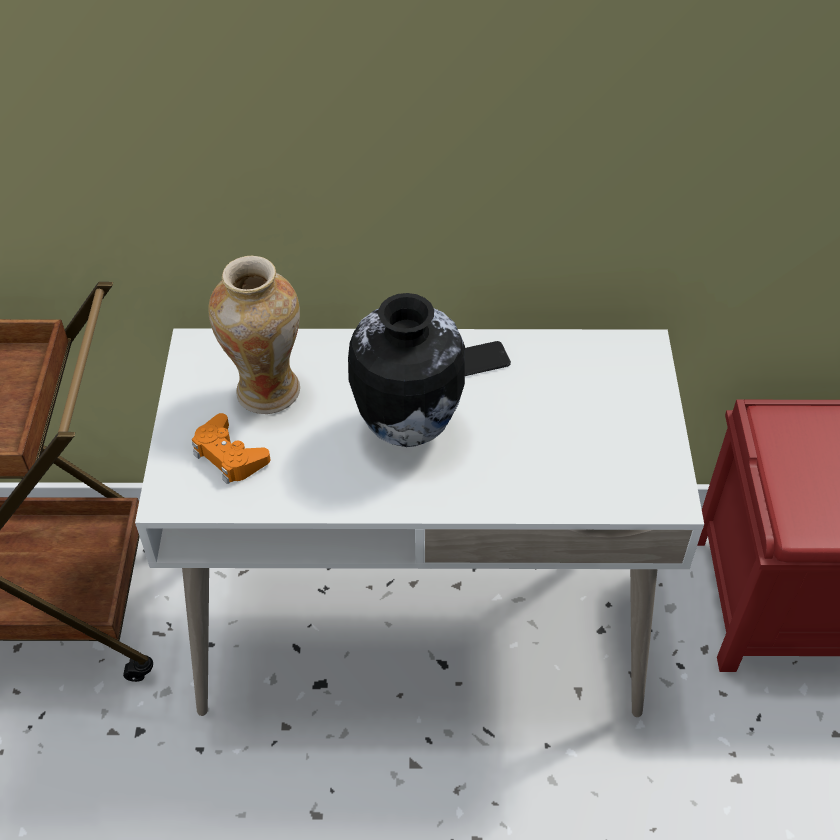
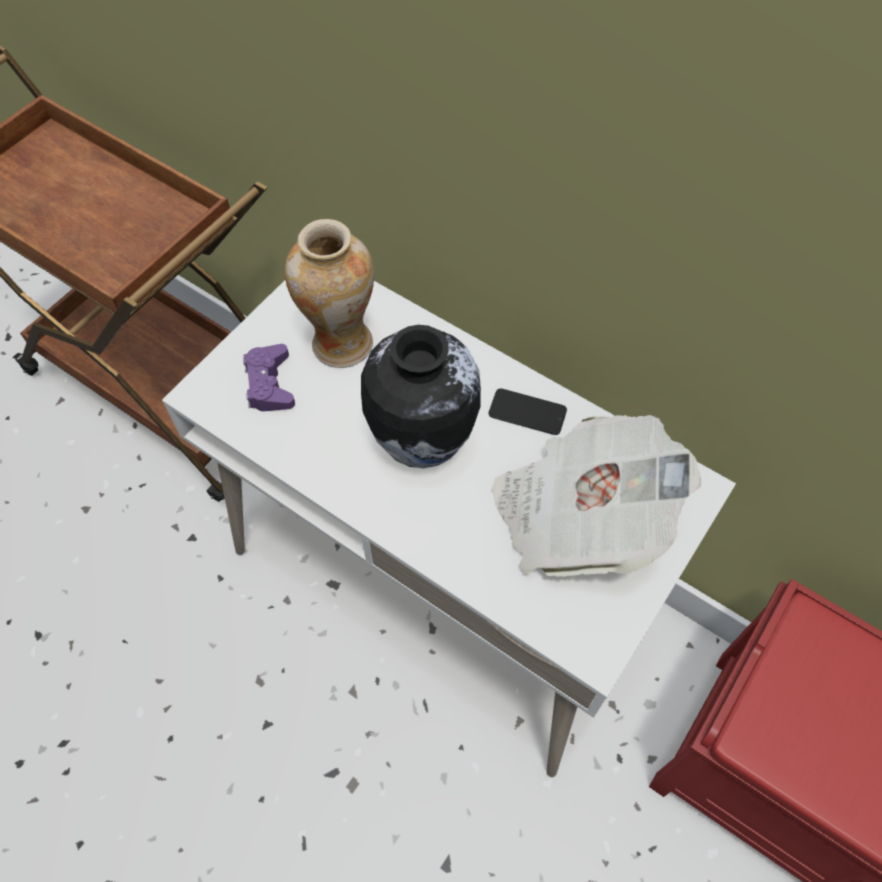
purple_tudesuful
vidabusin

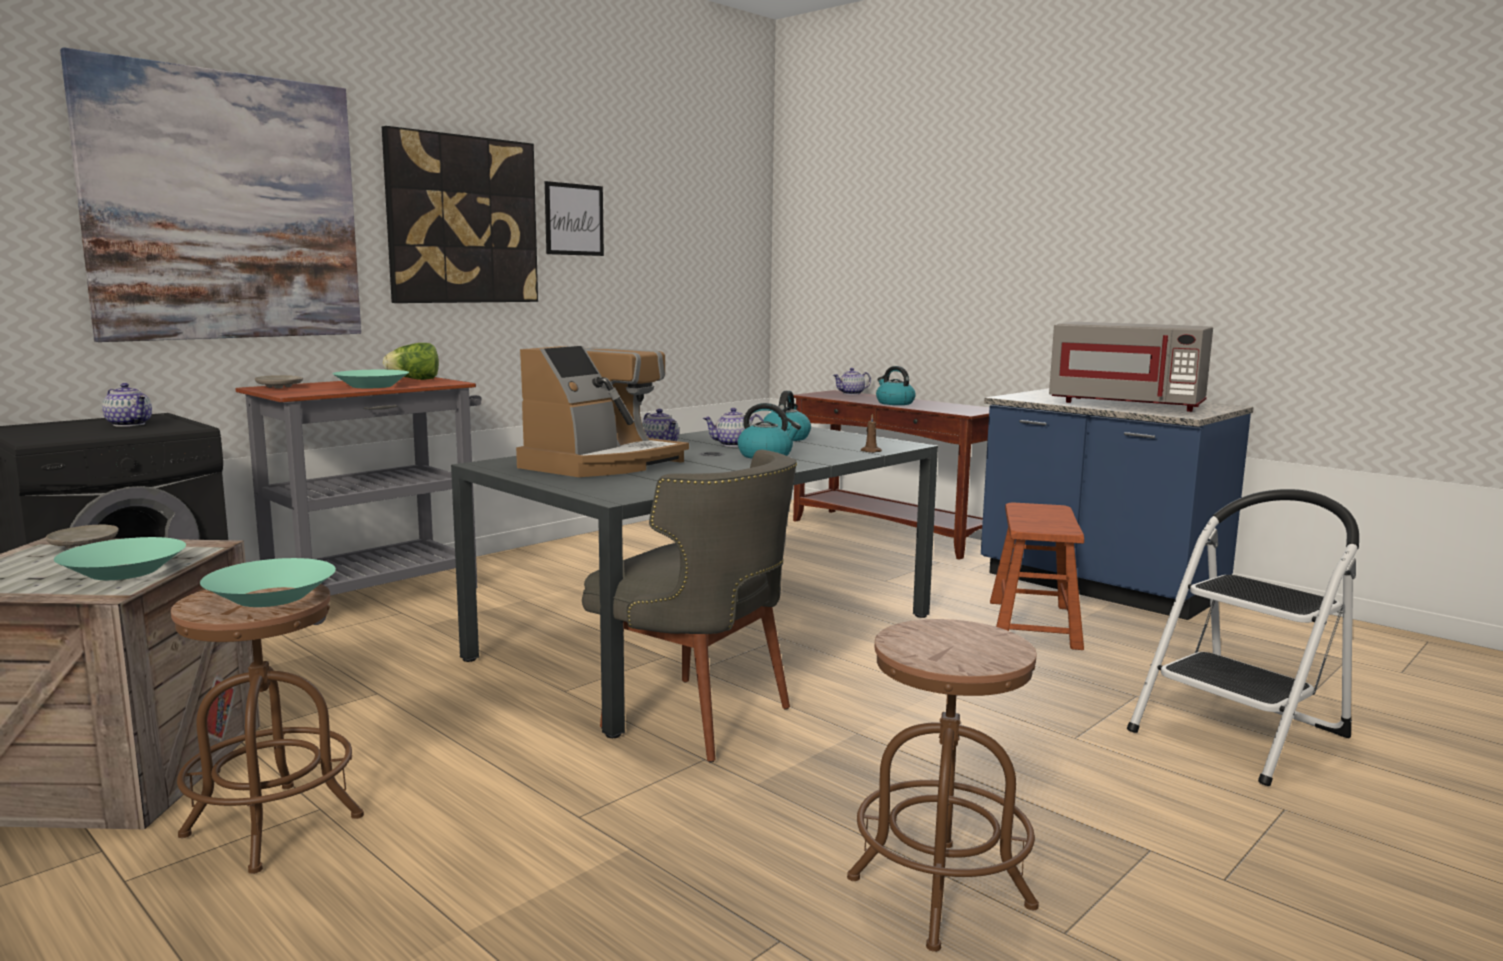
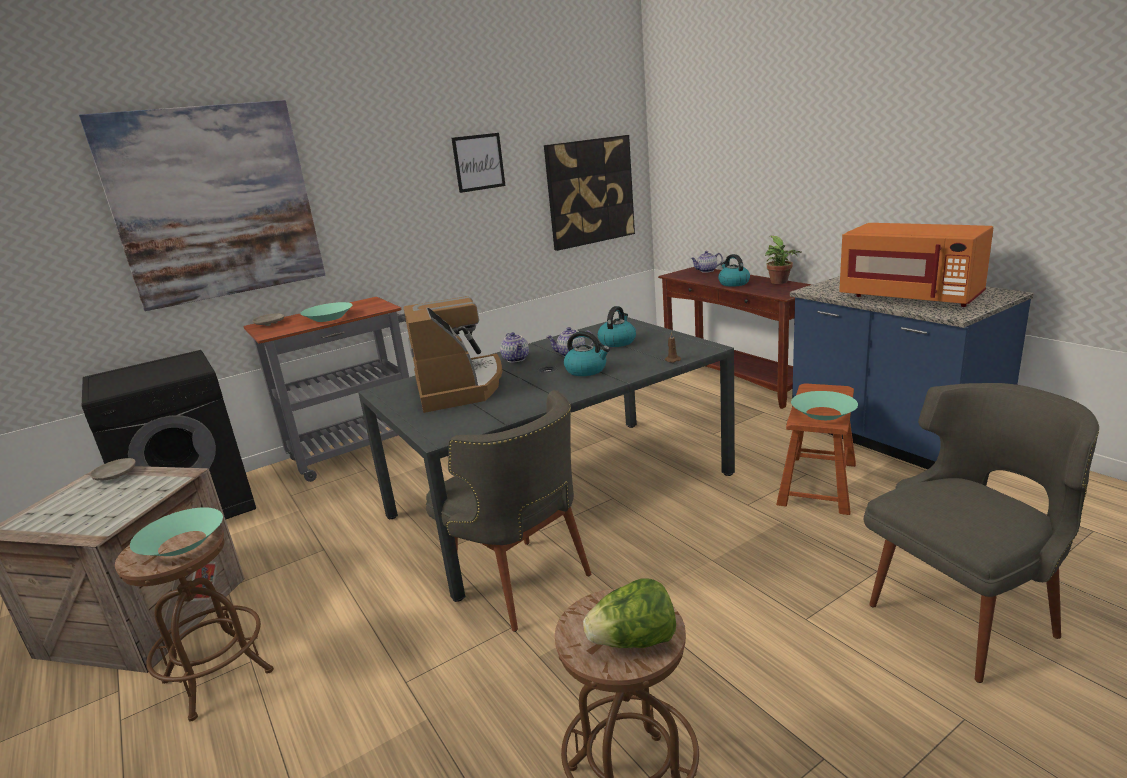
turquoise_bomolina (3rd from left)
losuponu (1st from left in the first image)
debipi (3rd from left)
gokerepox
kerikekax
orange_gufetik
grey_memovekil (2nd from left)
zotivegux

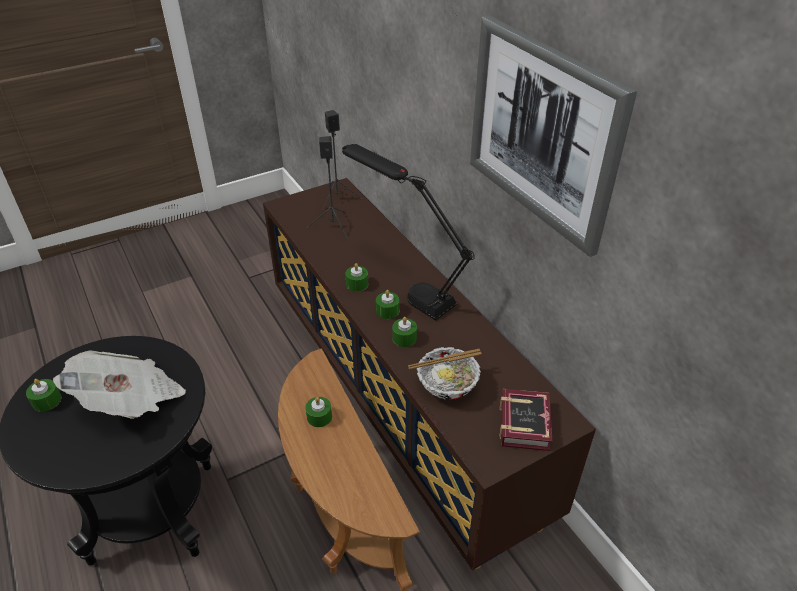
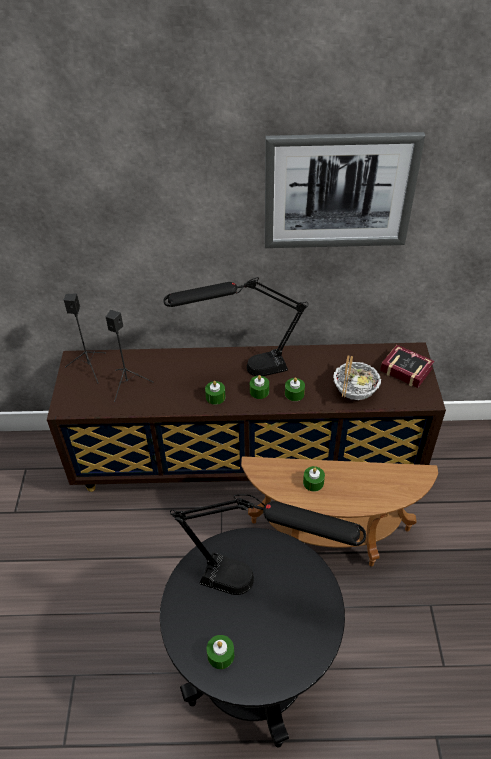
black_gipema (2nd from left)

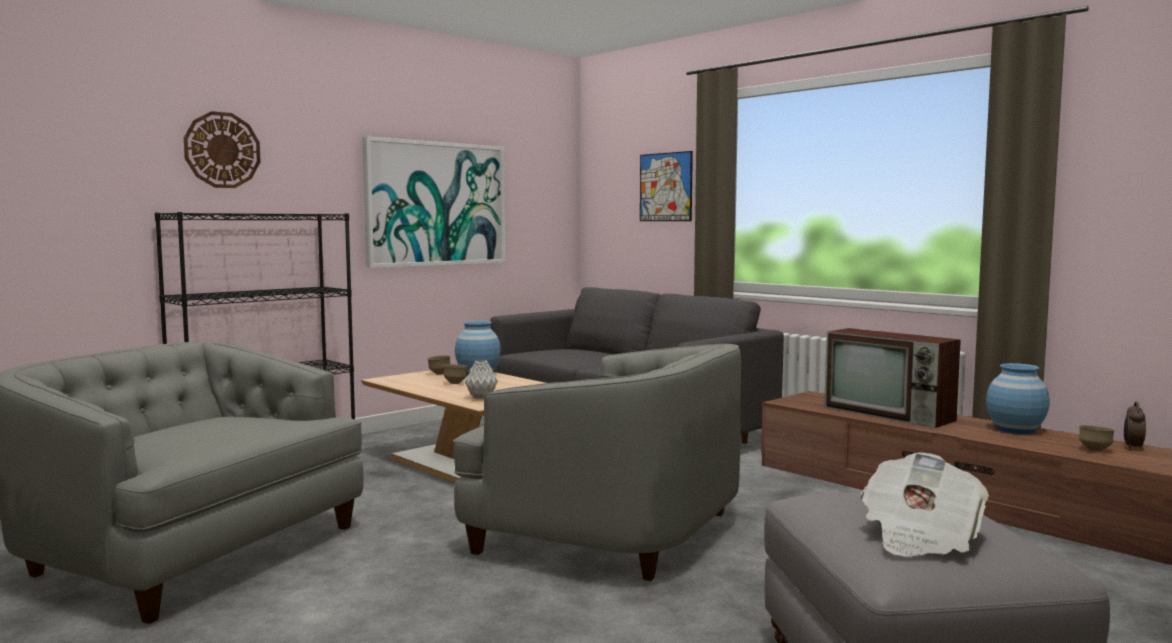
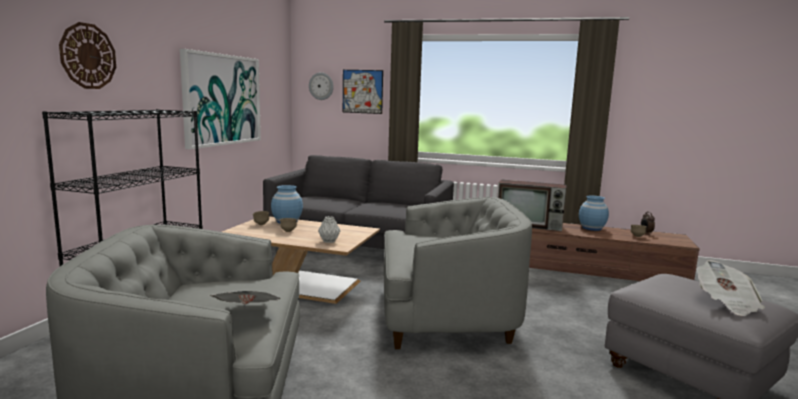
vidabusin (1st from left)
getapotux (2nd from left)

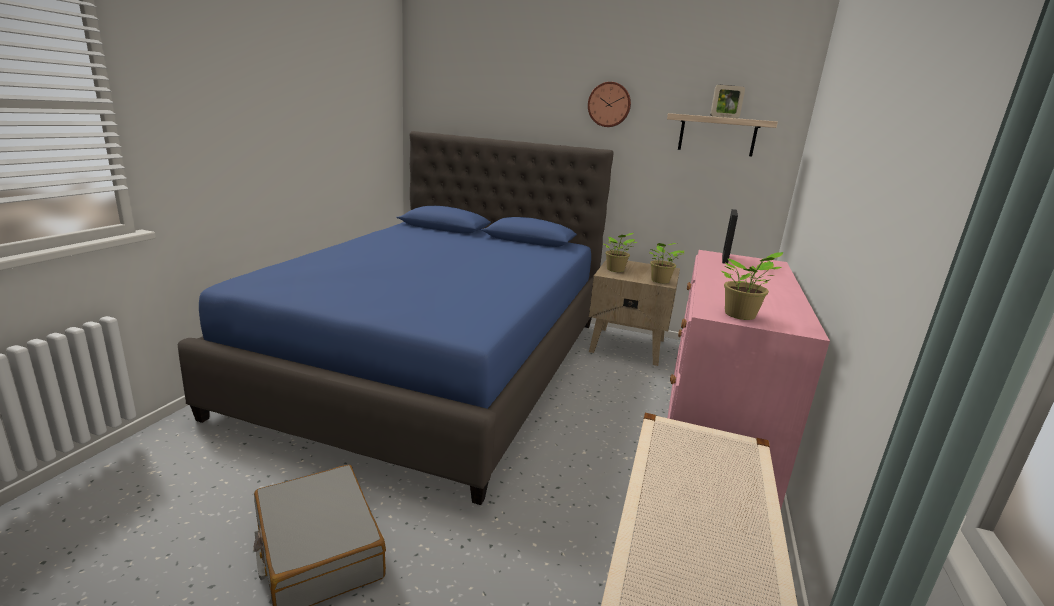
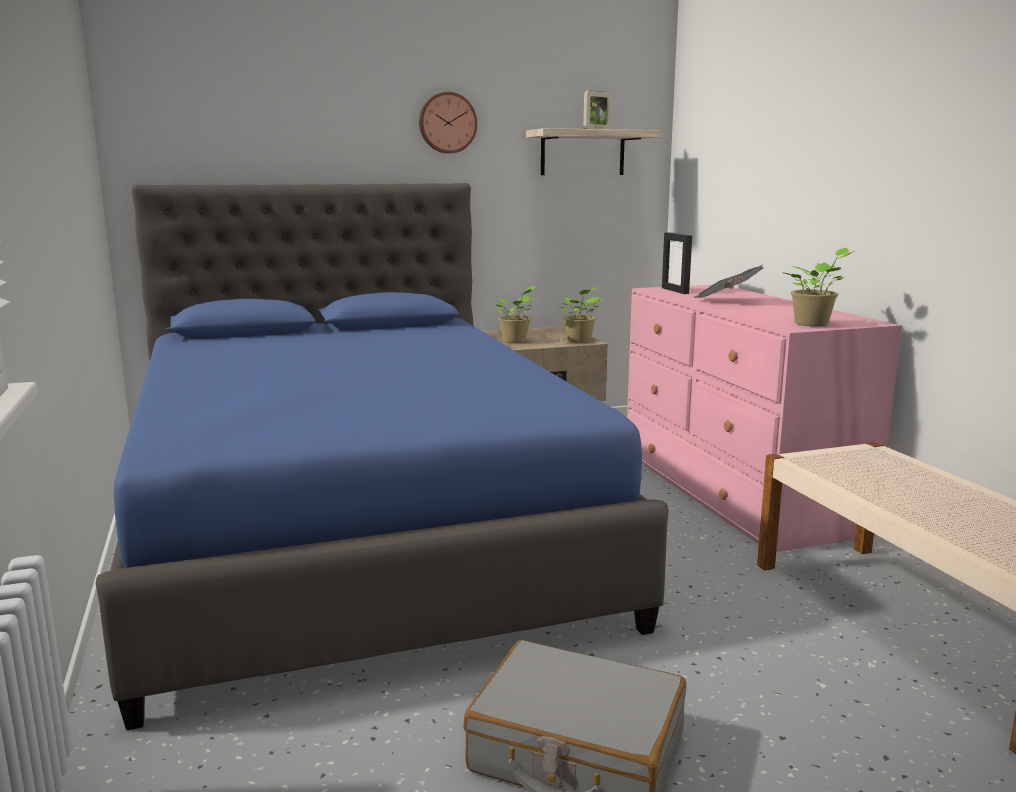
vidabusin

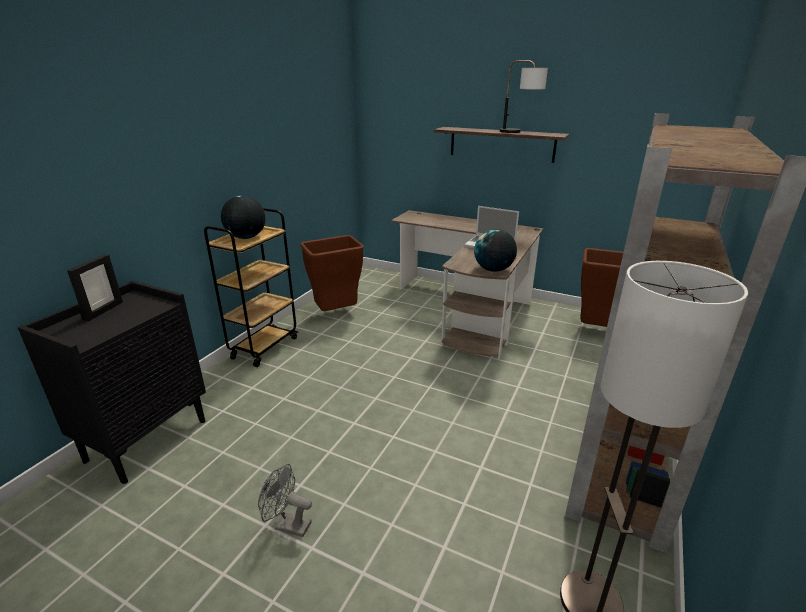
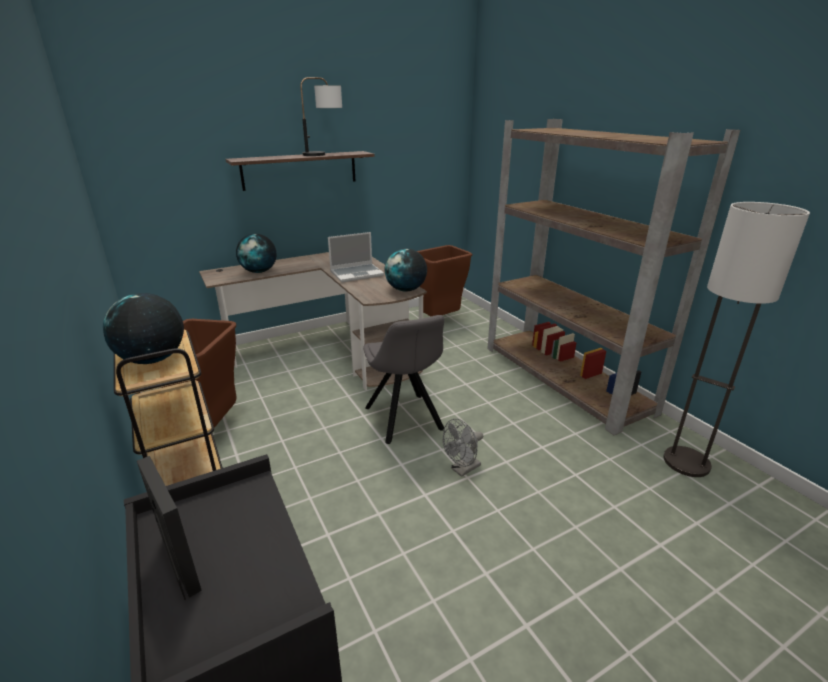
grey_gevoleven
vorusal (2nd from left)
grey_memovekil

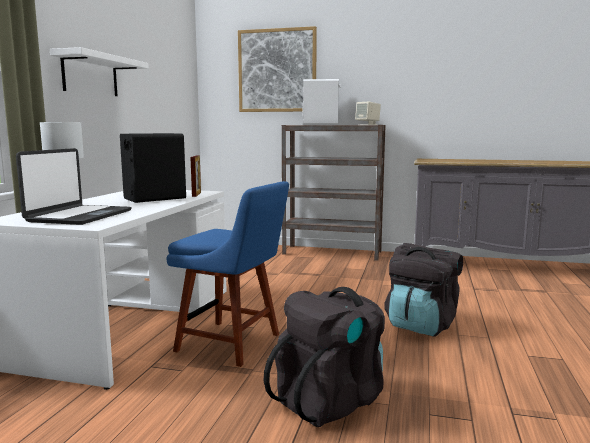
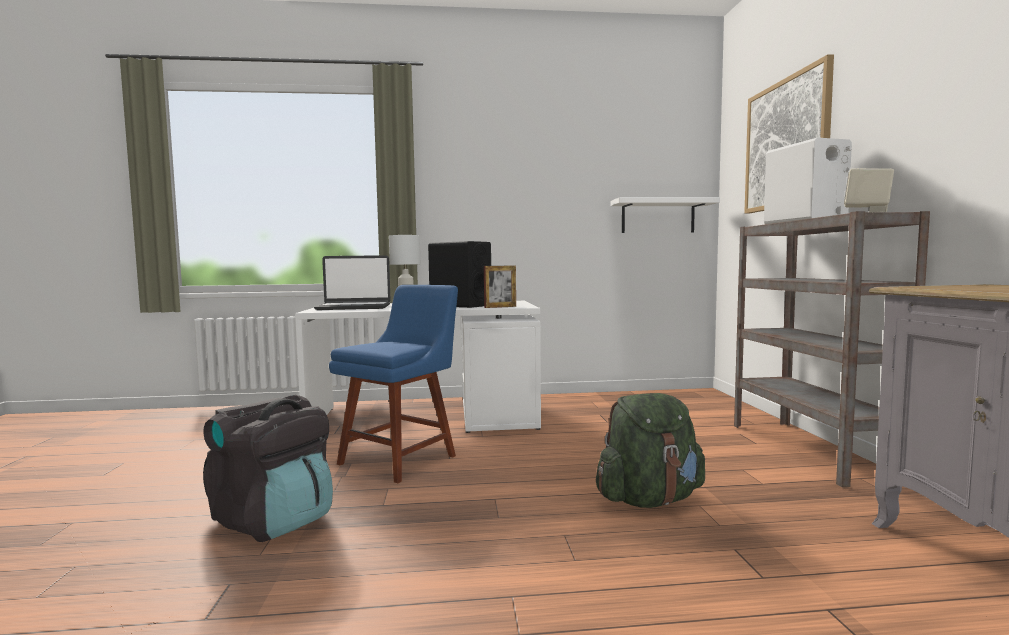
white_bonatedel
blue_memovekil
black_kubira (2nd from left in the first image)
green_kubira

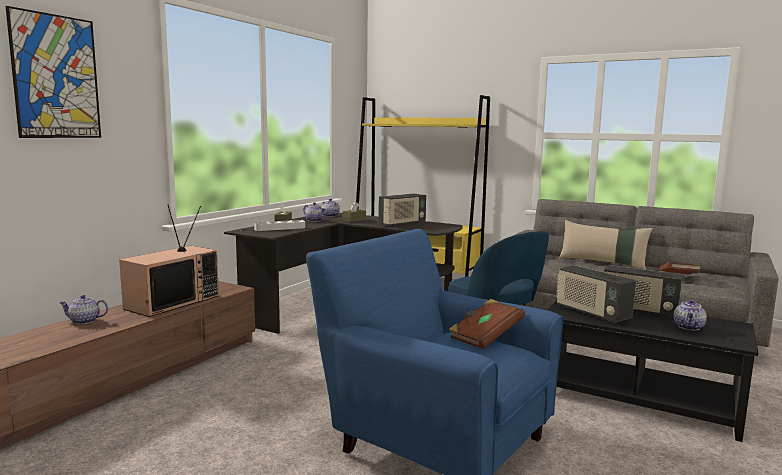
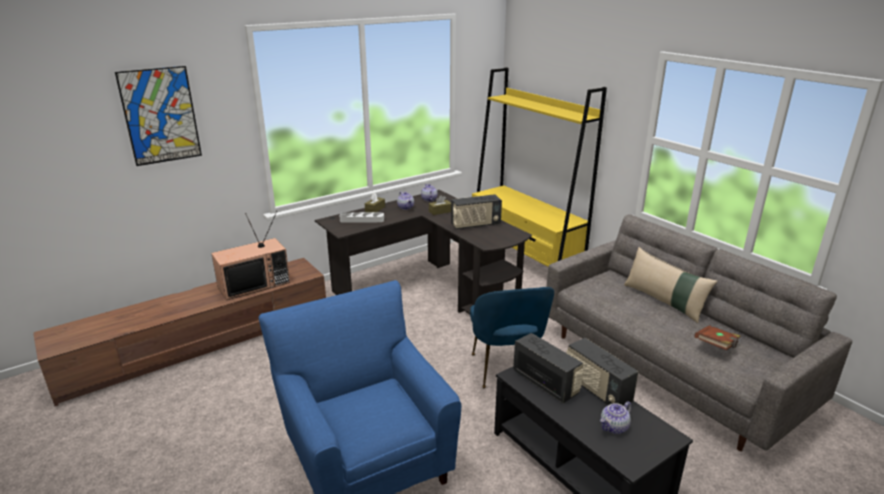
losuponu (1st from left in the first image)
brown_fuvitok (1st from left in the first image)
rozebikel (2nd from left)

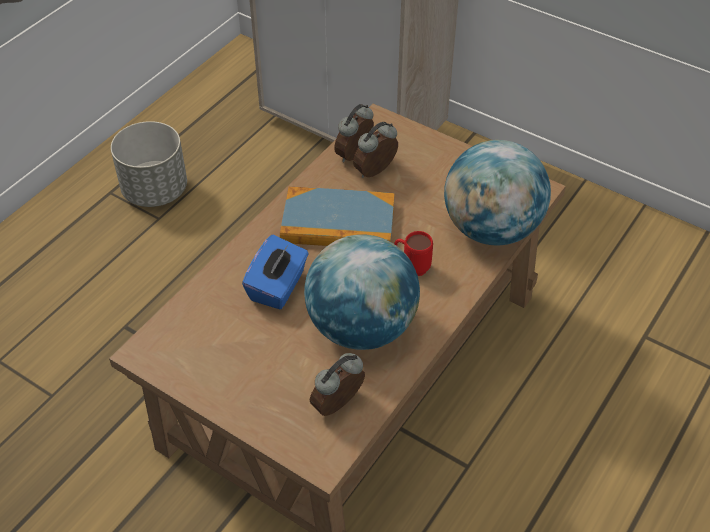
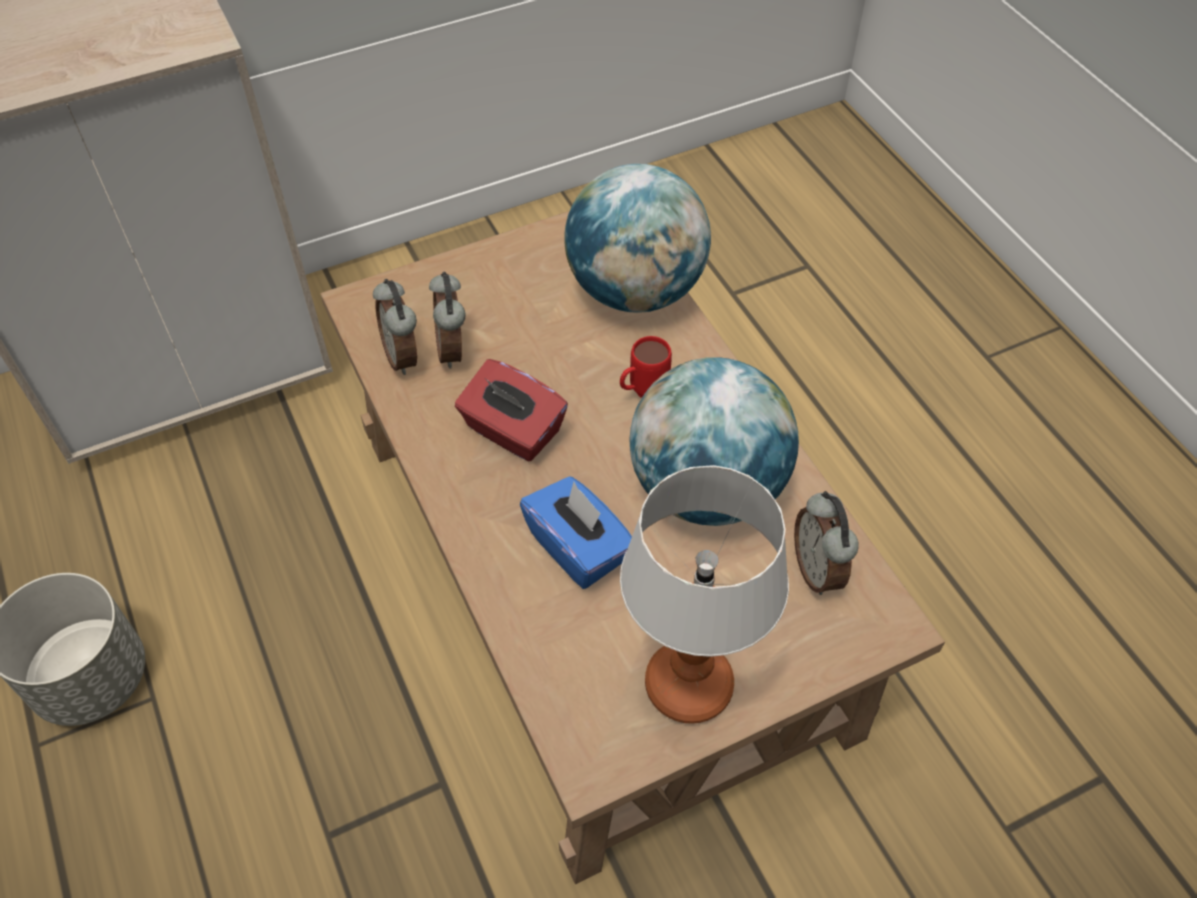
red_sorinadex
gipema

